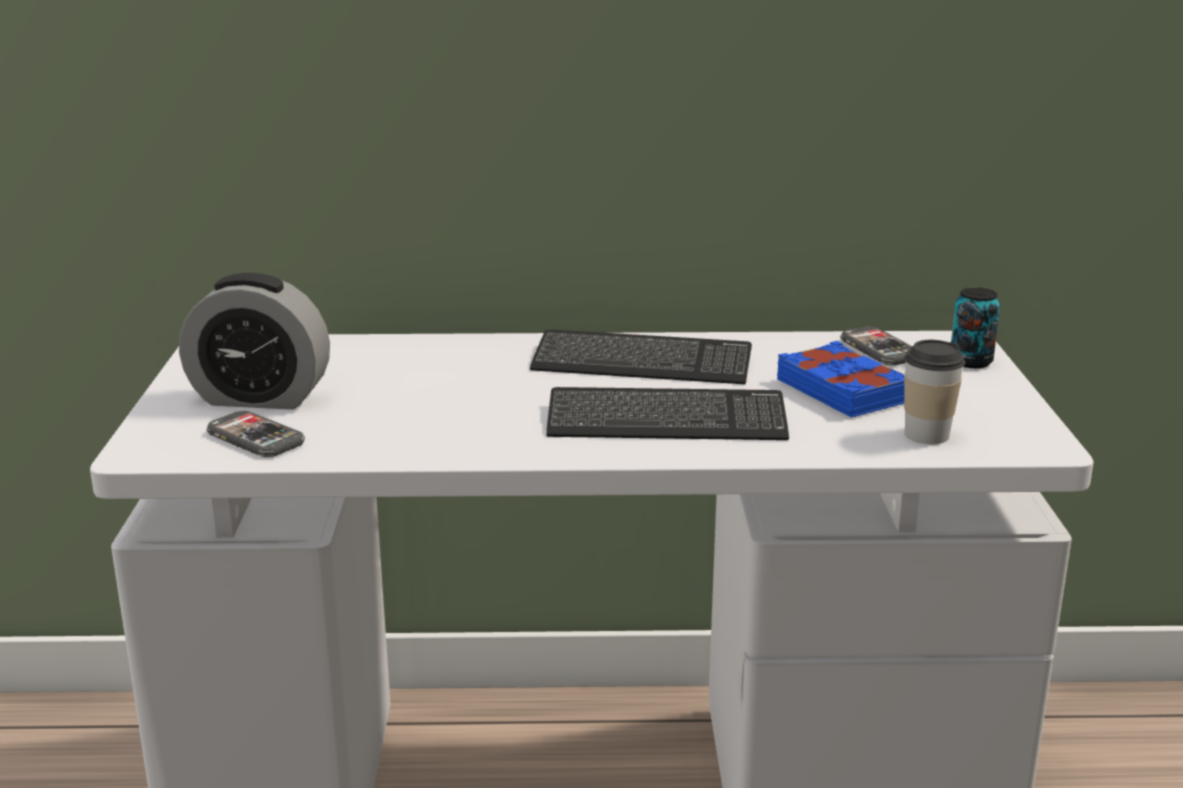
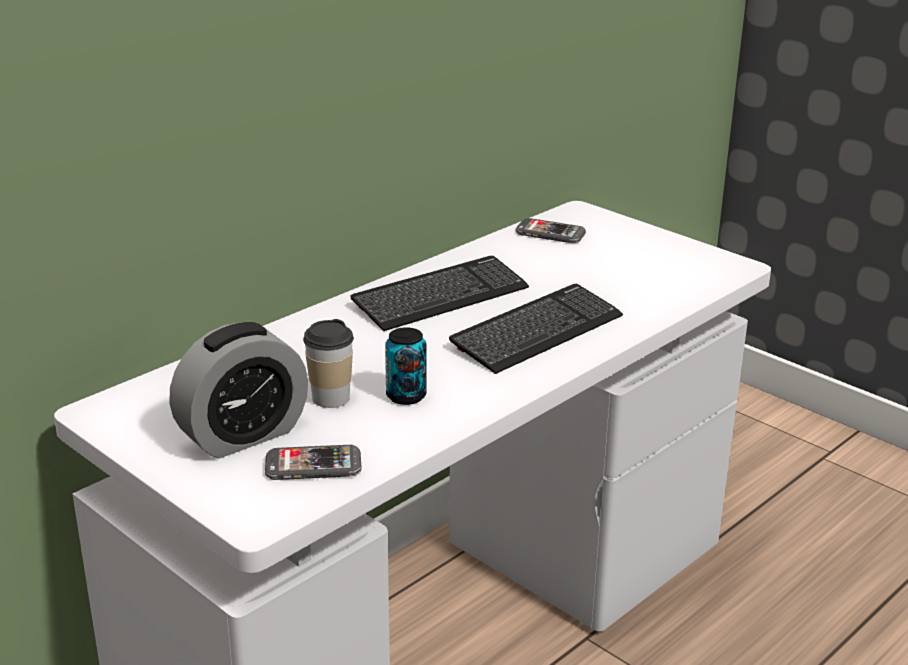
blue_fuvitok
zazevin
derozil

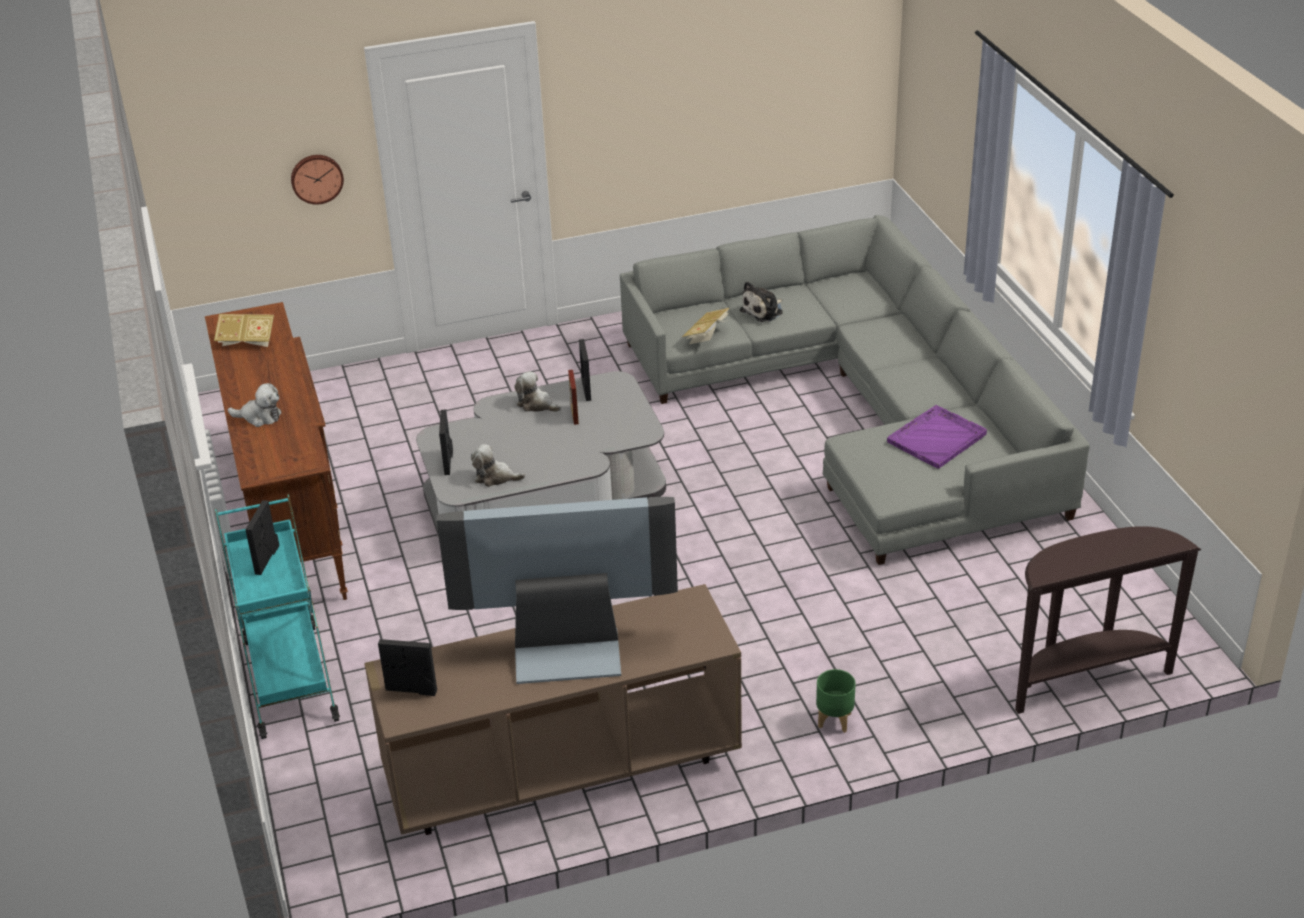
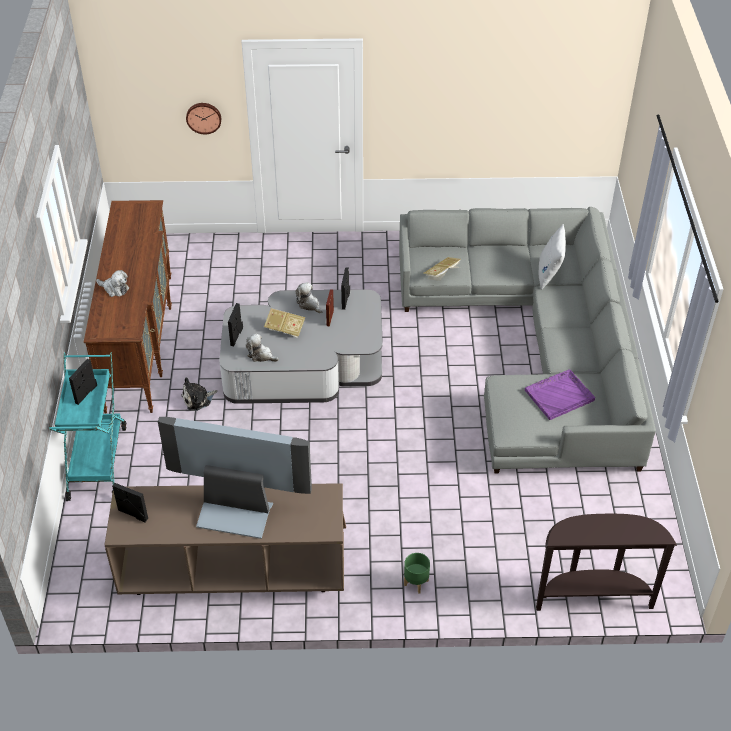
fuvitok (1st from left)
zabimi (2nd from left)
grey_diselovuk

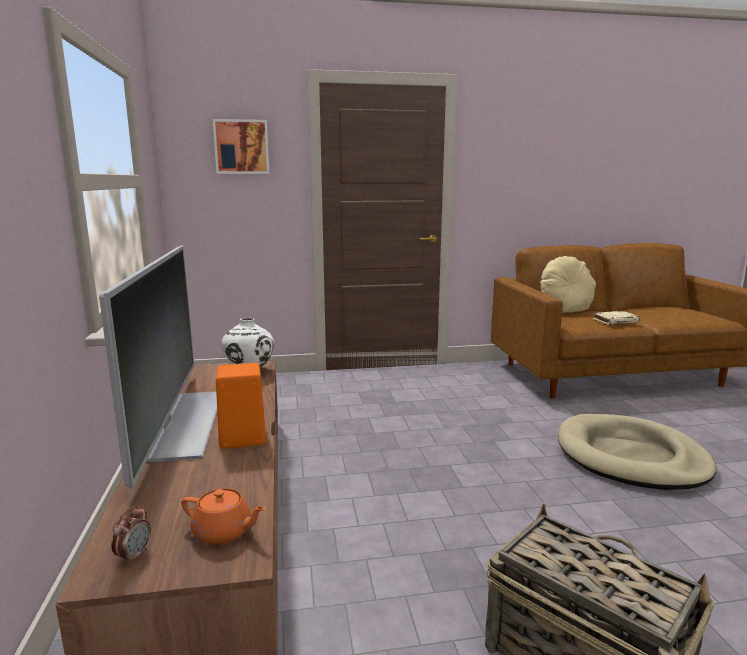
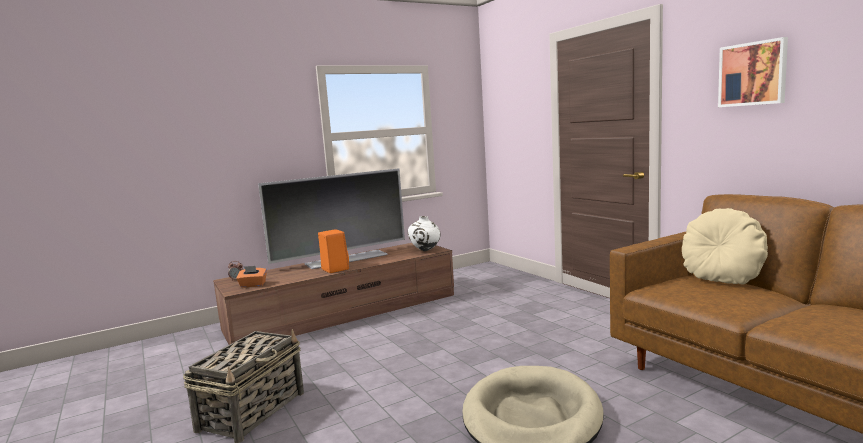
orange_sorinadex
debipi
beige_fuvitok

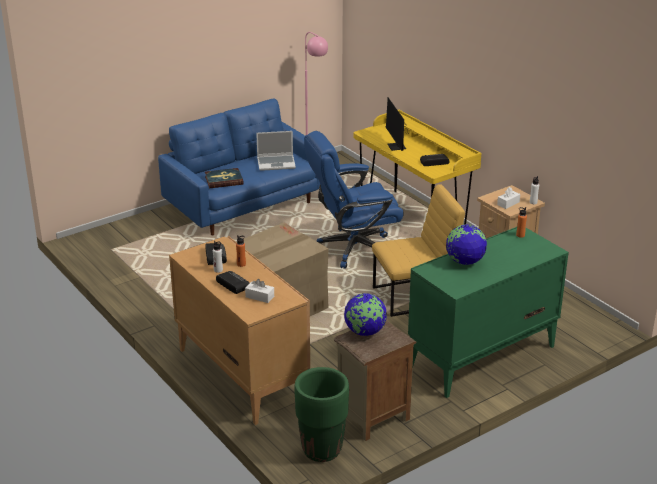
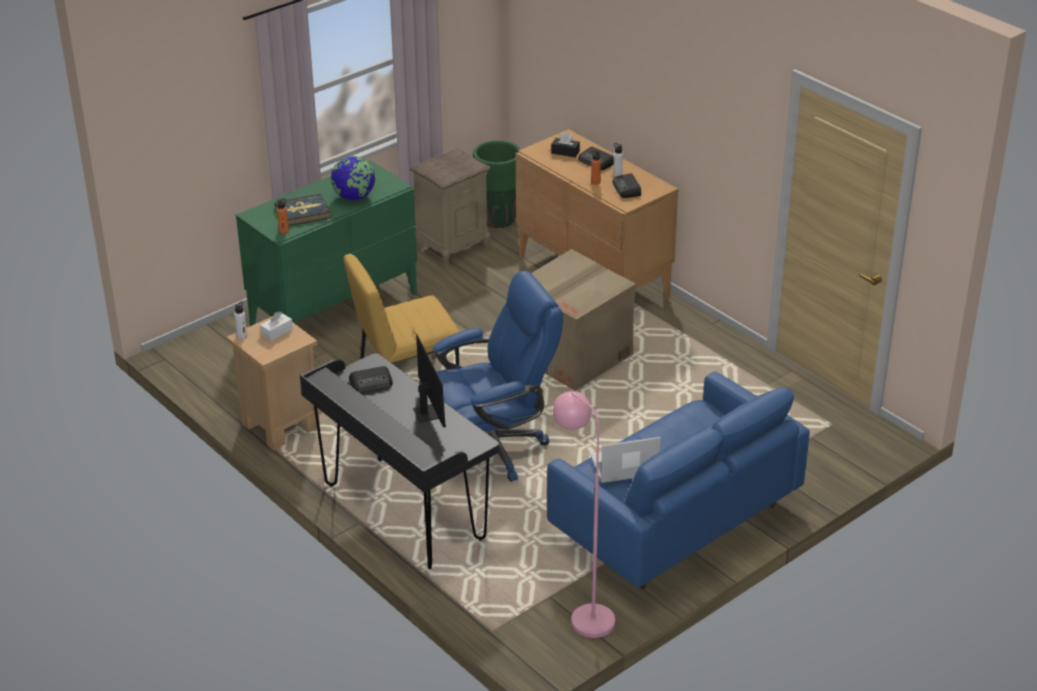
fuvitok
black_sorinadex
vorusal (1st from left in the first image)
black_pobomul

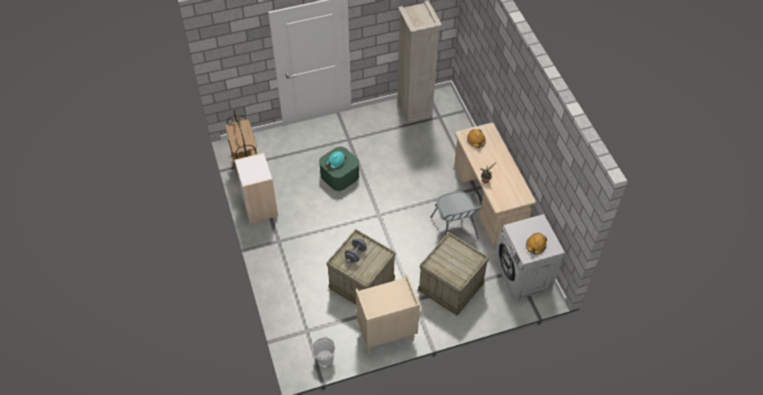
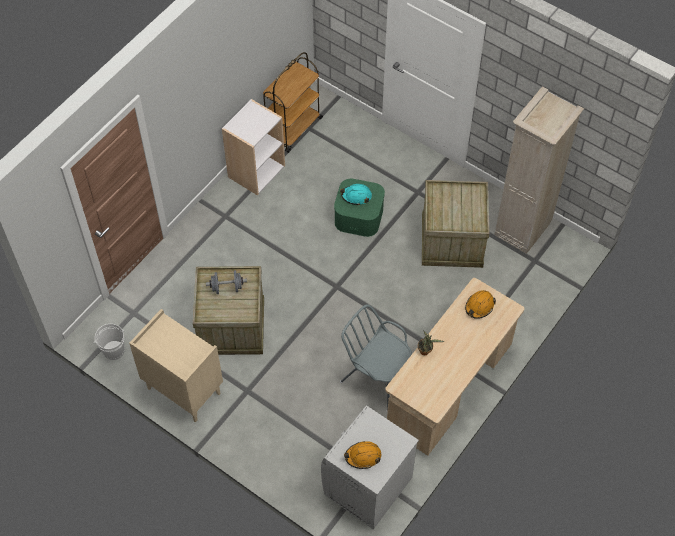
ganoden (2nd from left)
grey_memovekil

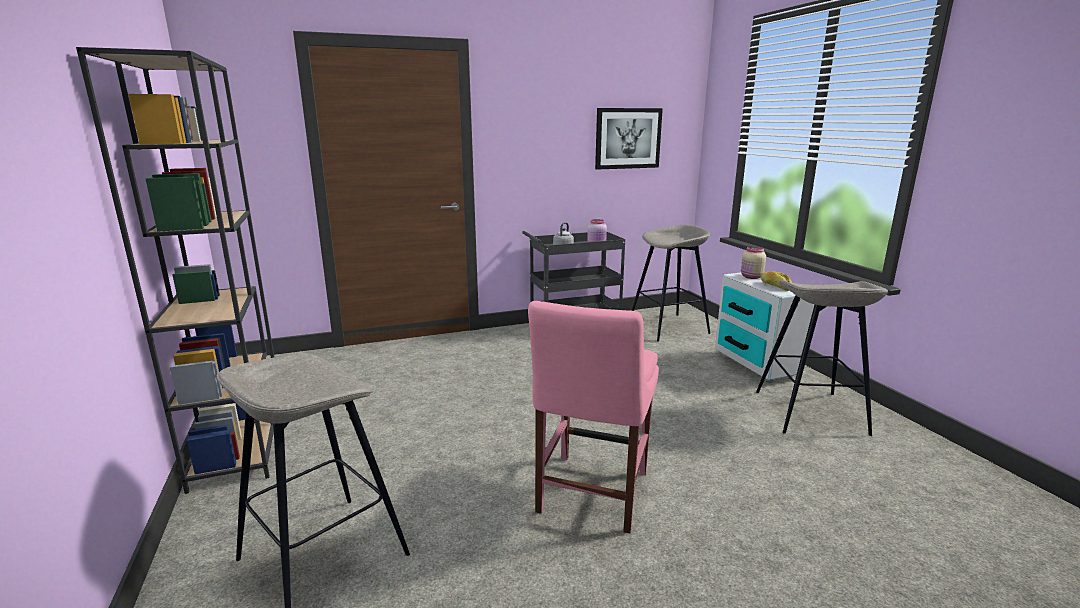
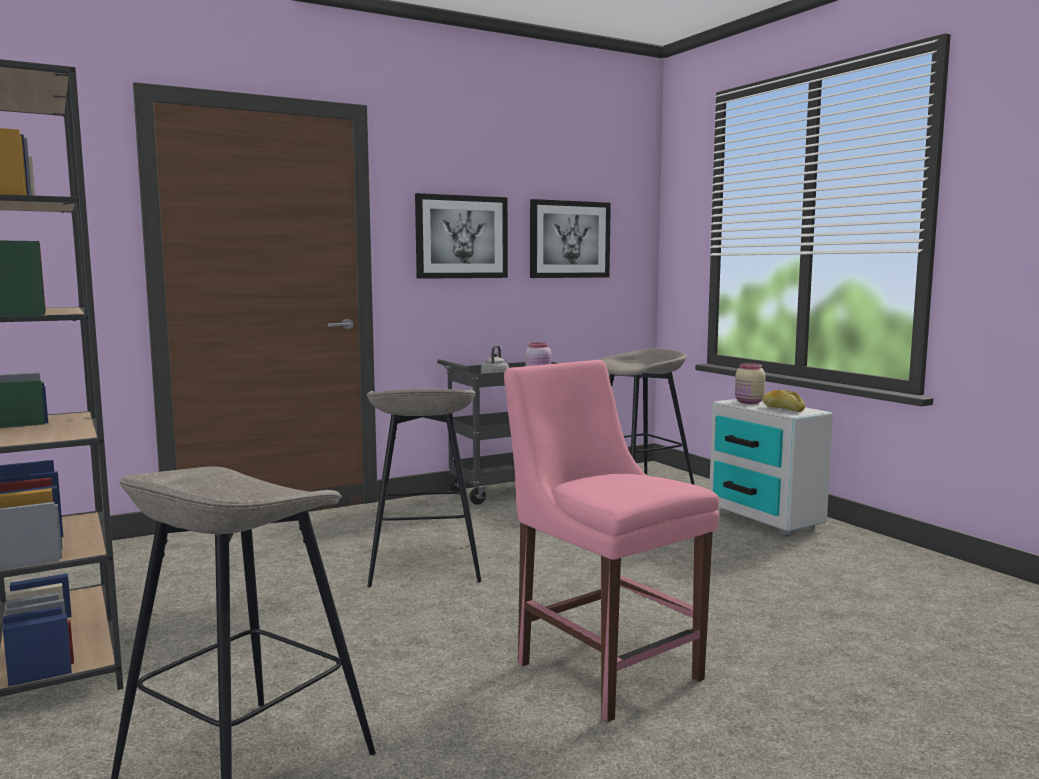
pink_memovekil
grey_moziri (2nd from left)
debipi (1st from left)

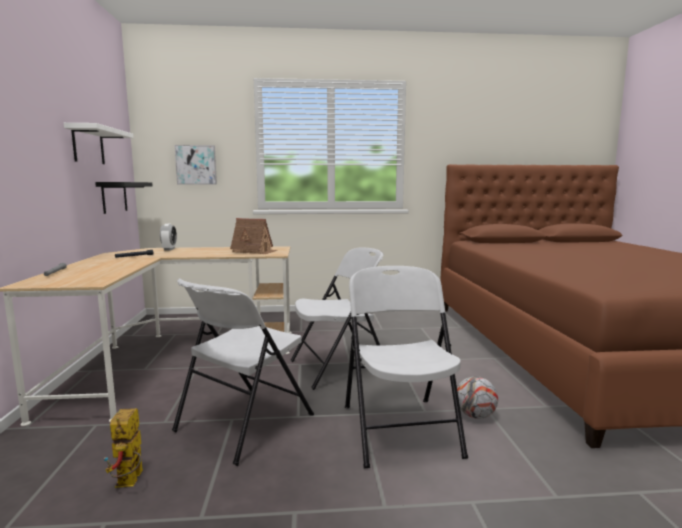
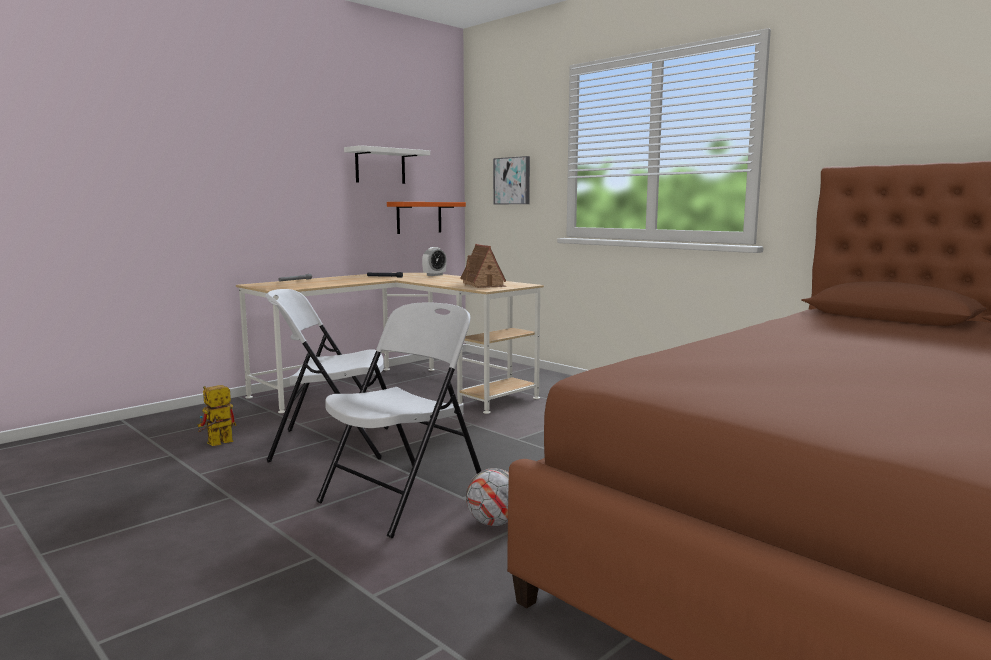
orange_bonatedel
white_memovekil (2nd from left in the first image)

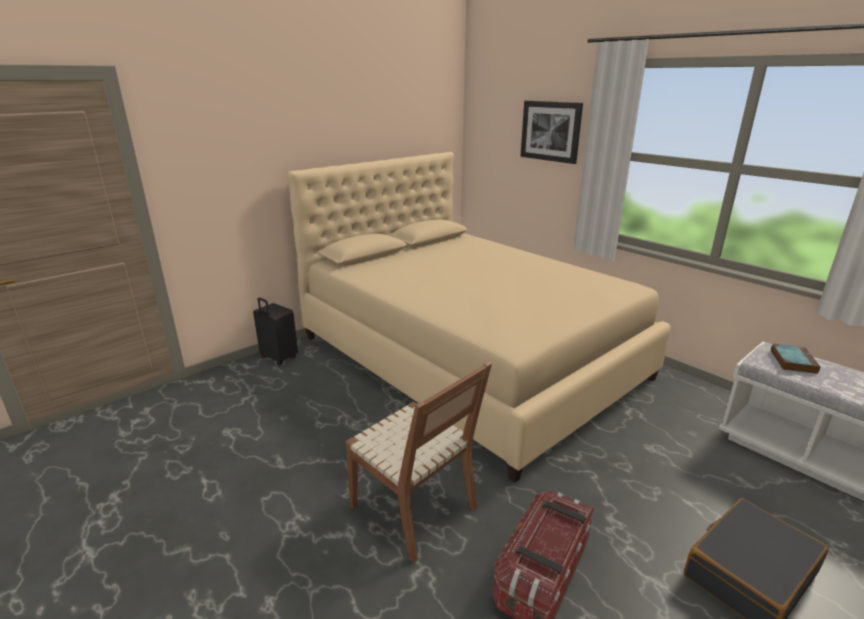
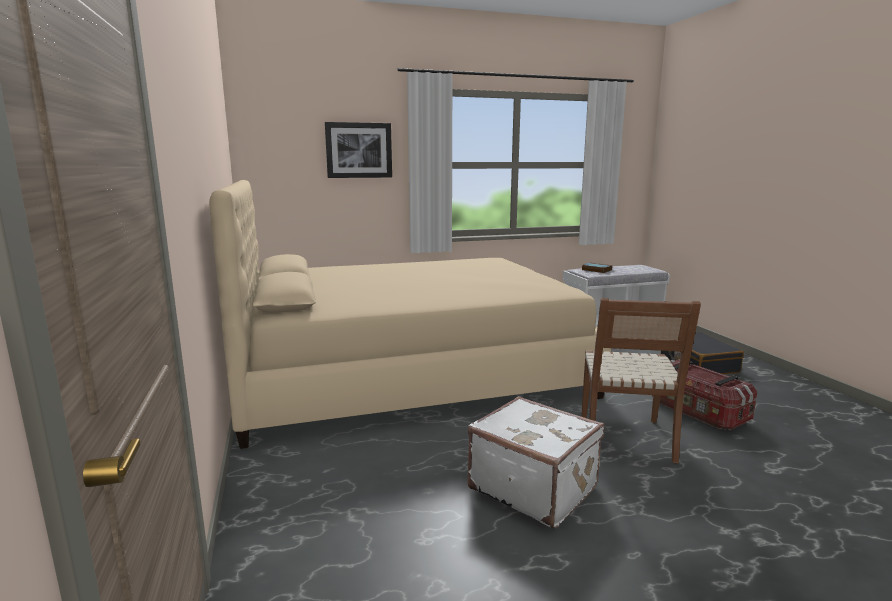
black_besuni (1st from left in the first image)
memovekil
white_besuni

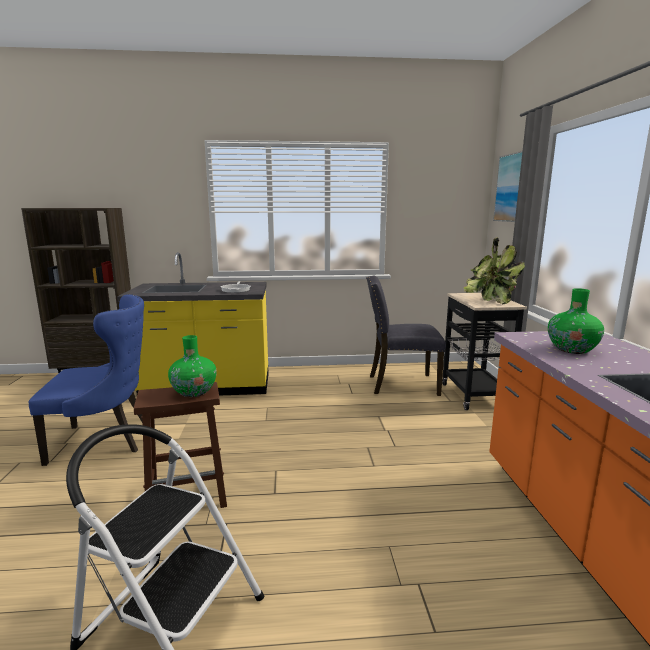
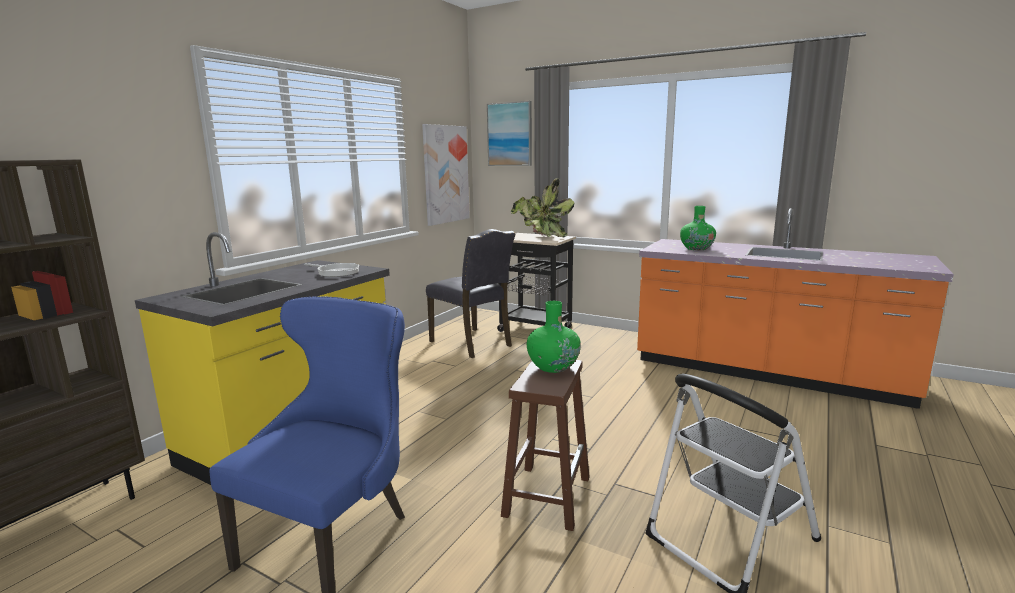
grey_memovekil
debipi (1st from left)

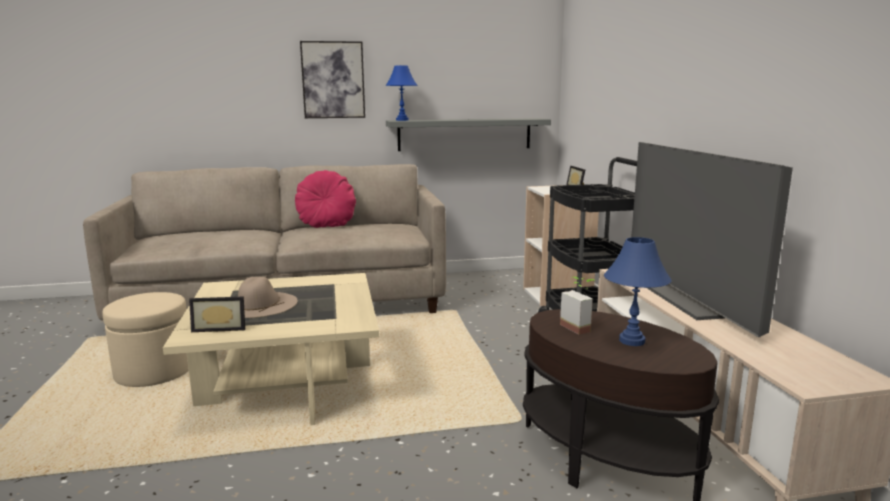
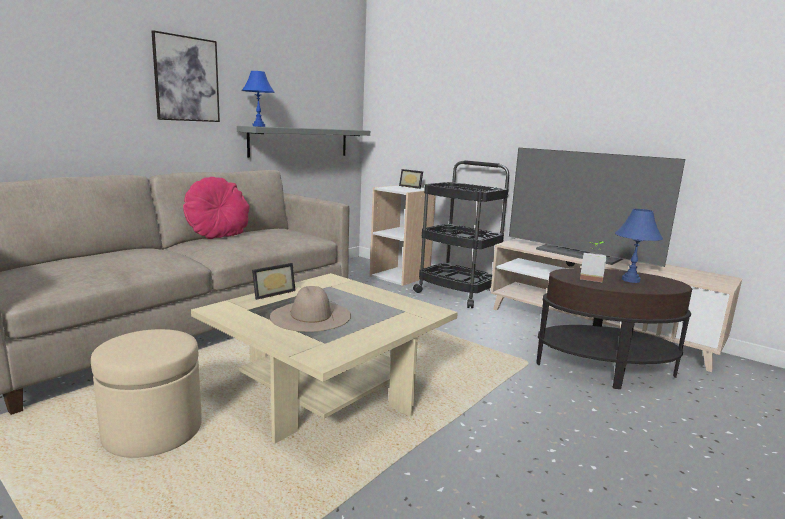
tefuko (1st from left)

